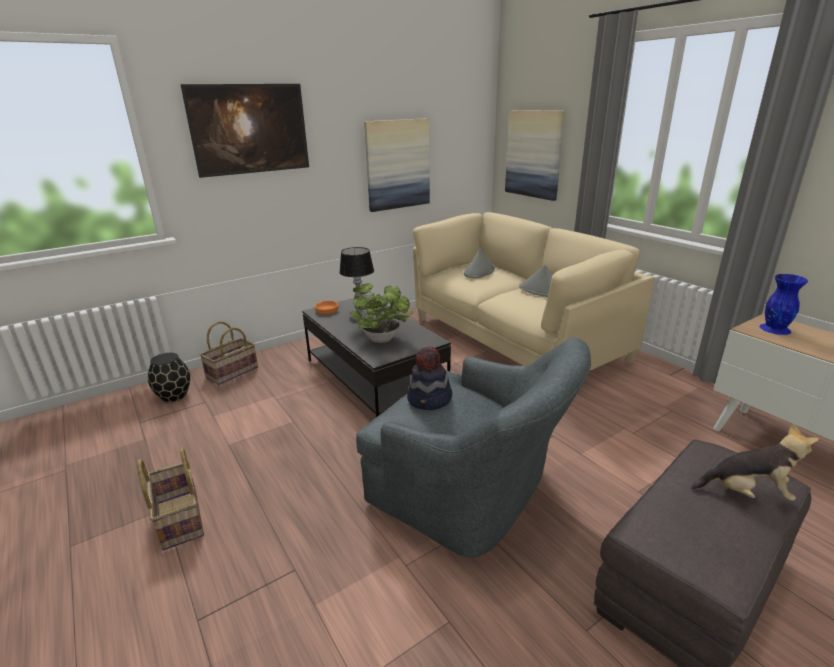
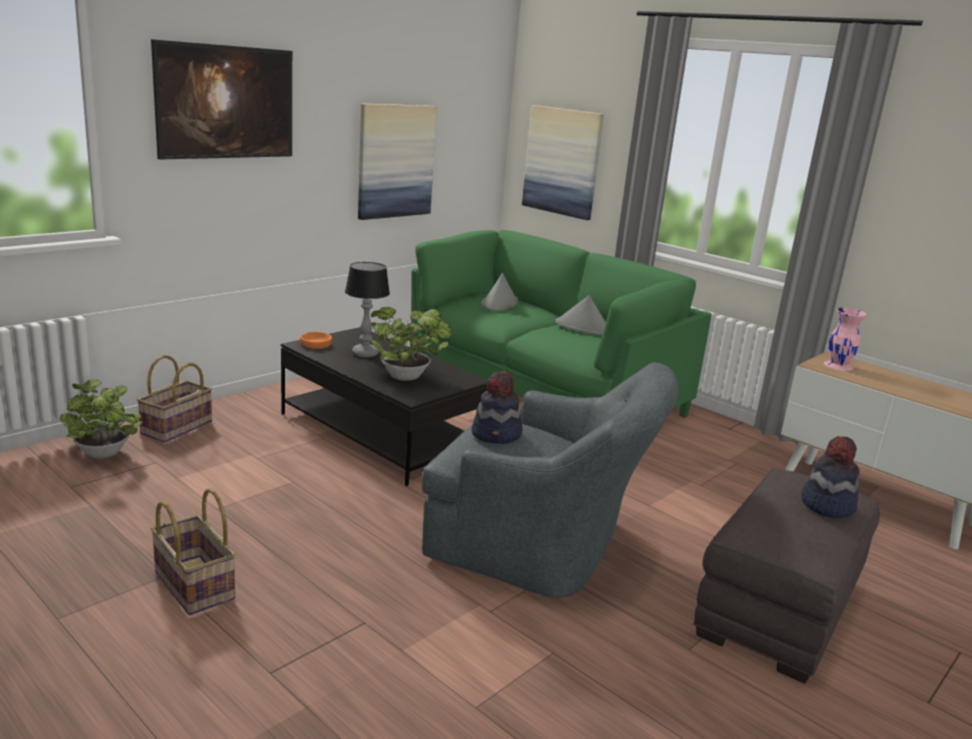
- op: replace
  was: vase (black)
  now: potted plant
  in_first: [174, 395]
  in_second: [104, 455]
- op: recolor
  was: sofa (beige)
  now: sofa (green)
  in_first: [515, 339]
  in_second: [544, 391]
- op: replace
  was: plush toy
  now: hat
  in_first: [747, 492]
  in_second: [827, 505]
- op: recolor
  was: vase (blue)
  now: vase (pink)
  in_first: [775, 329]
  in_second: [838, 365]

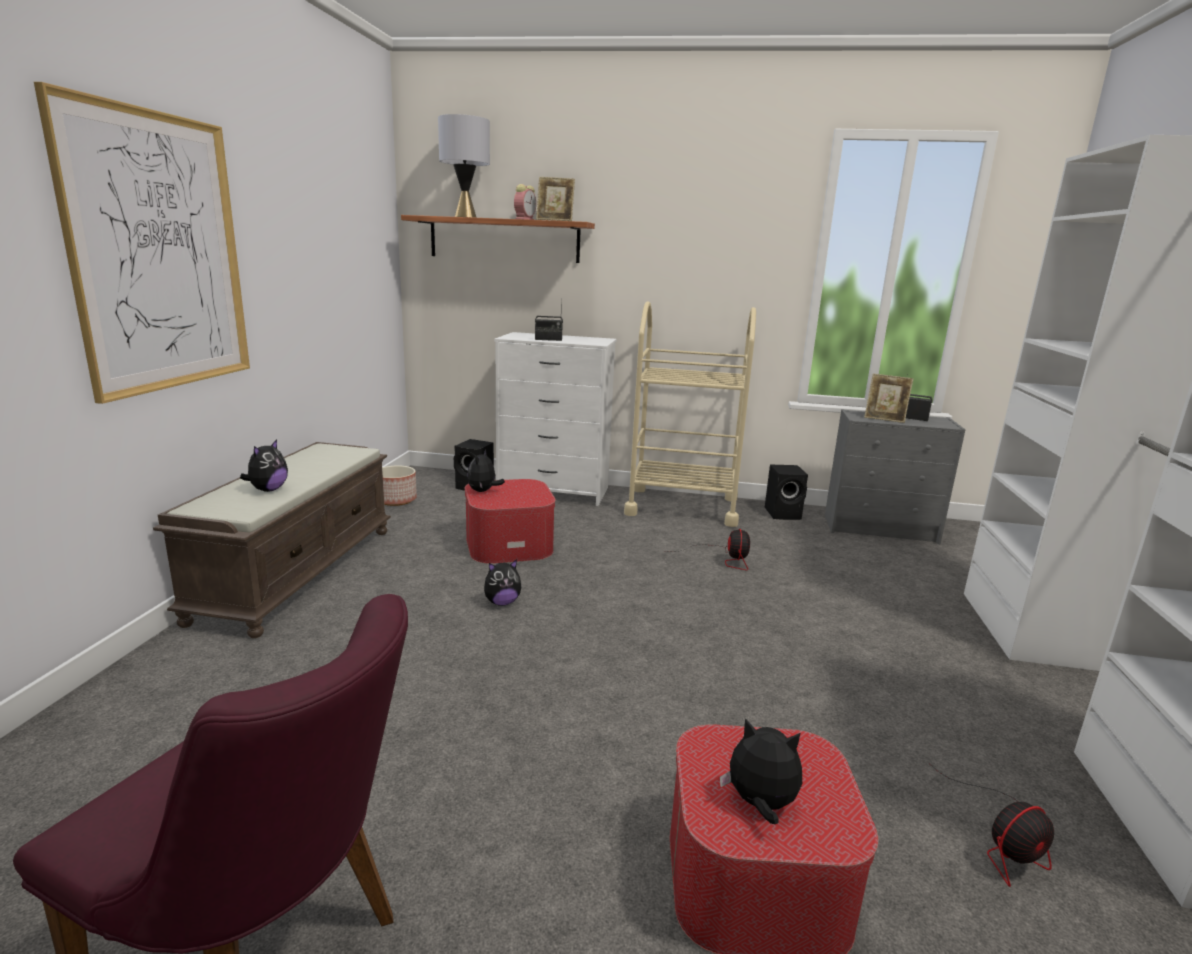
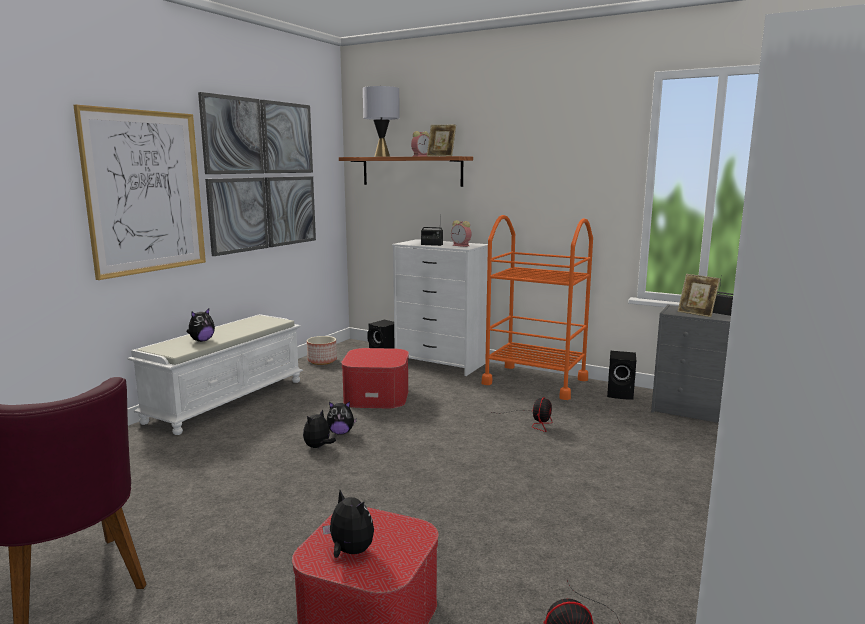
- op: recolor
  was: bench (brown)
  now: bench (white)
  in_first: [297, 571]
  in_second: [226, 400]
- op: insert
  now: picture
  in_second: [263, 175]
- op: move
  was: plush toy
  in_first: [483, 491]
  in_second: [318, 447]
- op: insert
  now: alarm clock
  in_second: [461, 245]
- op: recolor
  was: cart (beige)
  now: cart (orange)
  in_first: [682, 506]
  in_second: [535, 381]

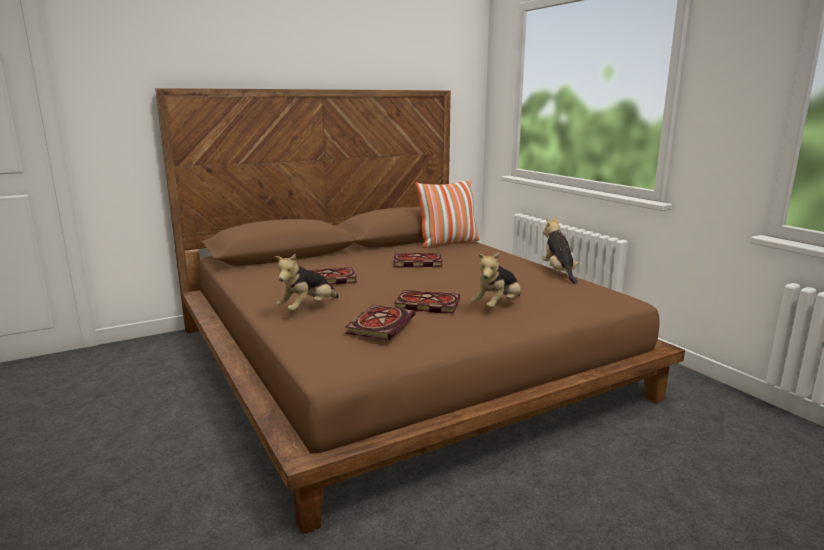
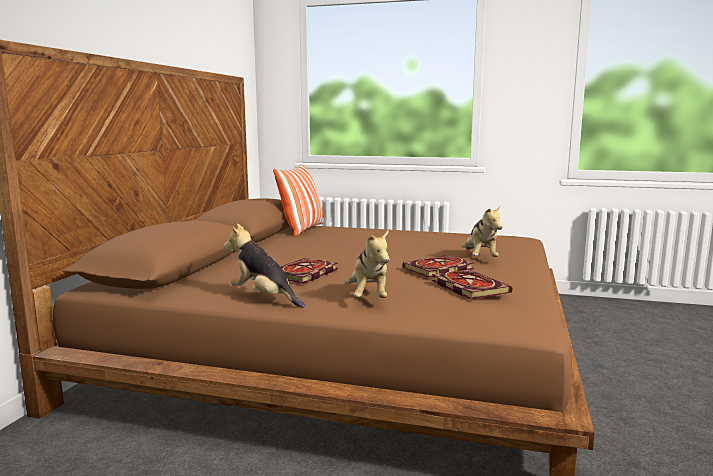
- op: move
  was: plush toy
  in_first: [559, 273]
  in_second: [264, 298]
- op: delete
  was: book
  in_first: [416, 262]

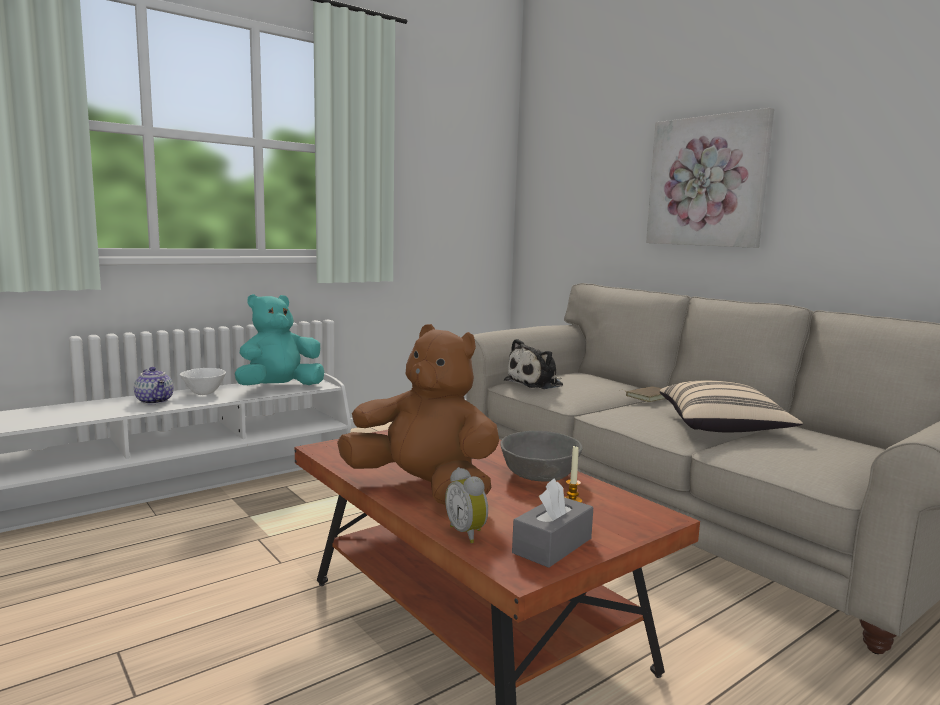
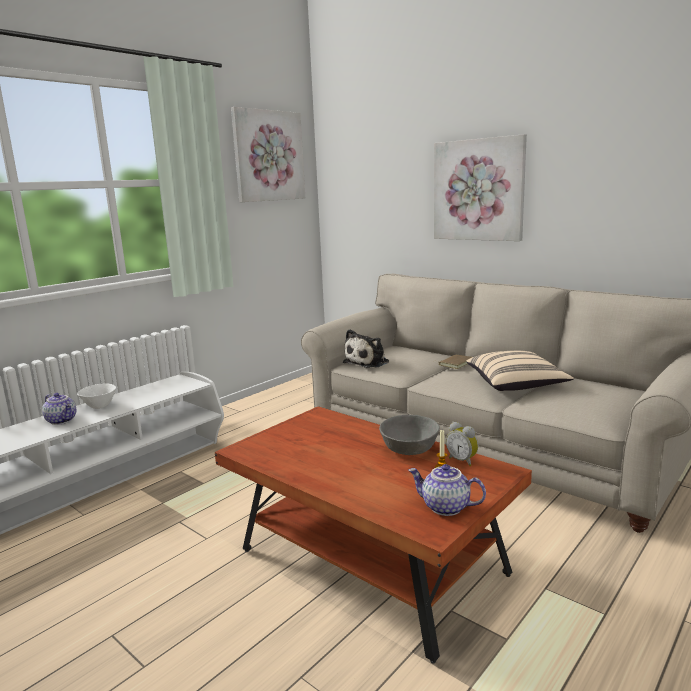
- op: insert
  now: picture
  in_second: [268, 156]
- op: replace
  was: tissue box (grey)
  now: teapot
  in_first: [552, 546]
  in_second: [445, 507]
- op: move
  was: alarm clock
  in_first: [468, 533]
  in_second: [462, 460]
- op: delete
  was: plush toy (turquoise)
  in_first: [279, 388]
- op: delete
  was: plush toy (brown)
  in_first: [423, 489]

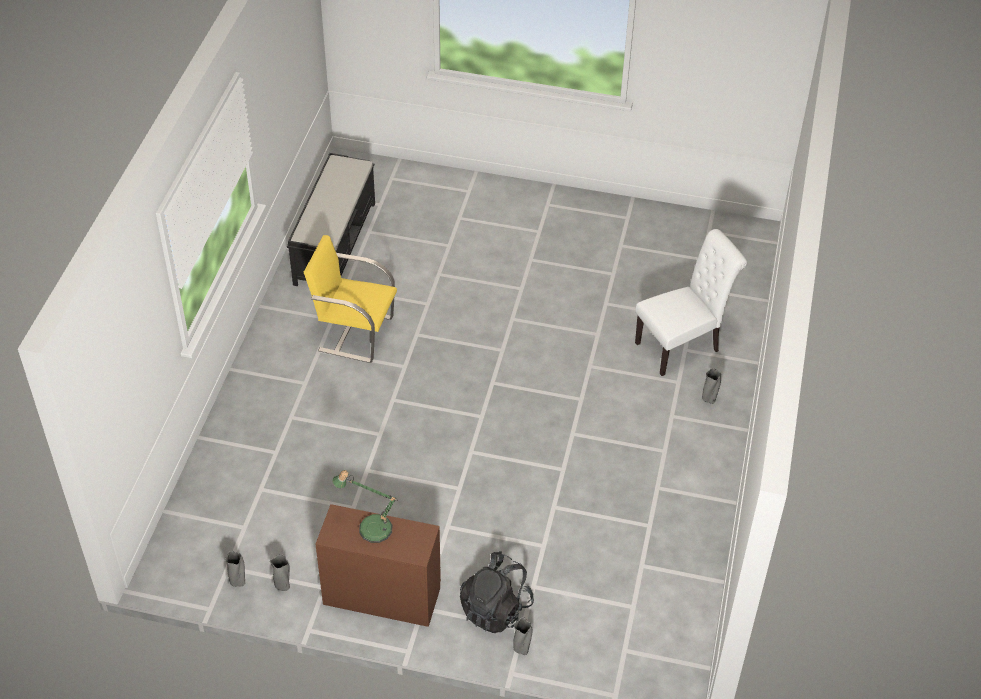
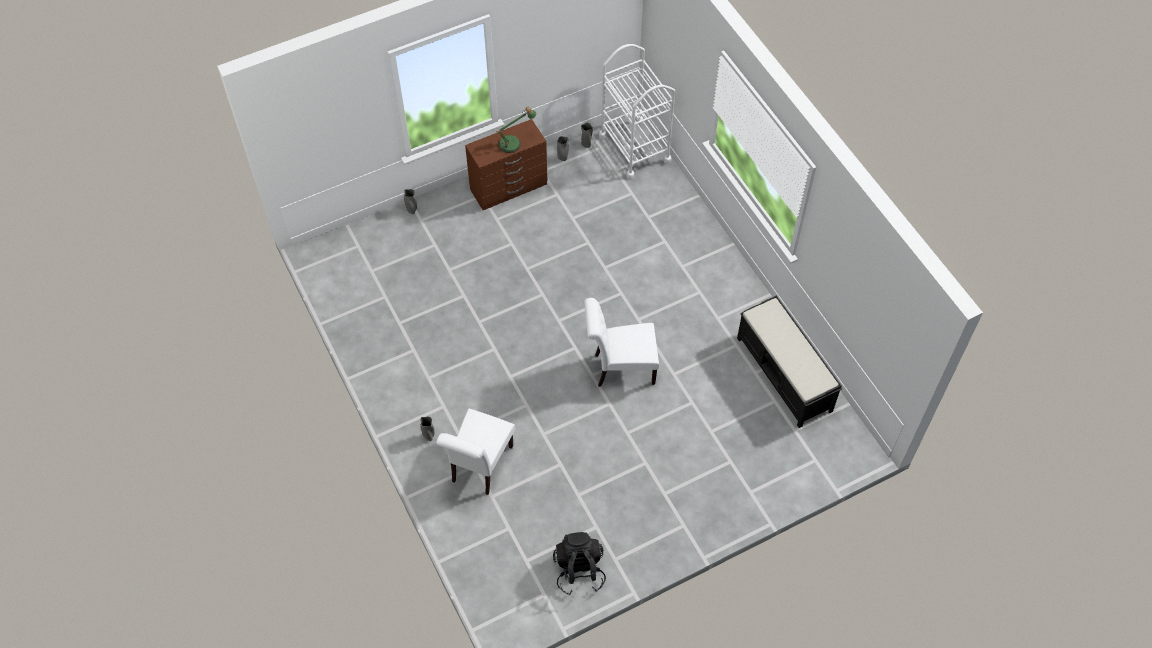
- op: move
  was: backpack (black)
  in_first: [496, 609]
  in_second: [579, 570]
- op: insert
  now: chair (white)
  in_second: [620, 368]
- op: insert
  now: cart (white)
  in_second: [634, 149]
- op: delete
  was: chair (yellow)
  in_first: [354, 333]

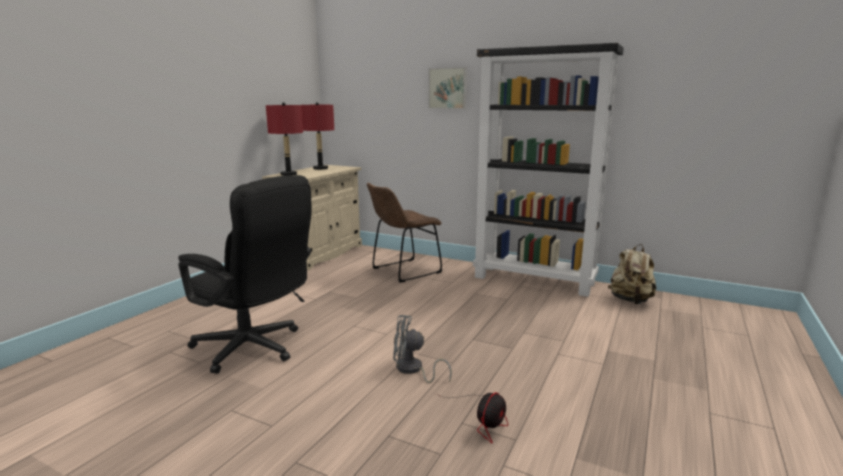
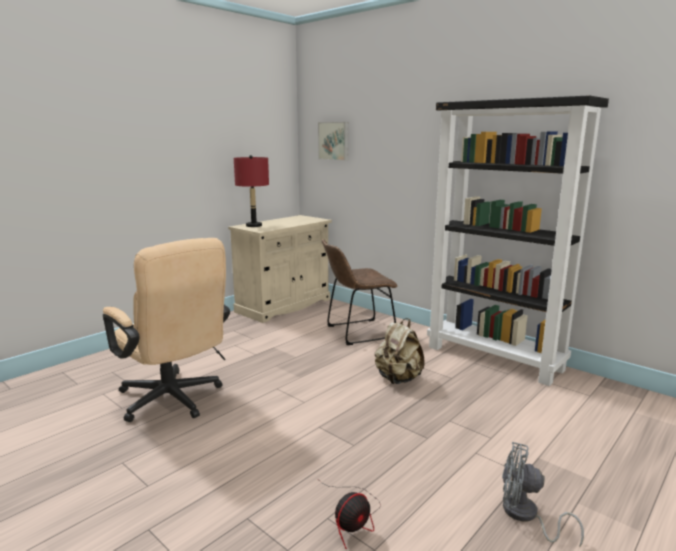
- op: recolor
  was: office chair (black)
  now: office chair (beige)
  in_first: [254, 349]
  in_second: [174, 401]
- op: move
  was: picture
  in_first: [448, 88]
  in_second: [334, 141]
- op: move
  was: backpack (beige)
  in_first: [630, 300]
  in_second: [398, 379]
- op: move
  was: fan (grey)
  in_first: [413, 370]
  in_second: [525, 516]
- op: delete
  was: table lamp (red)
  in_first: [320, 168]

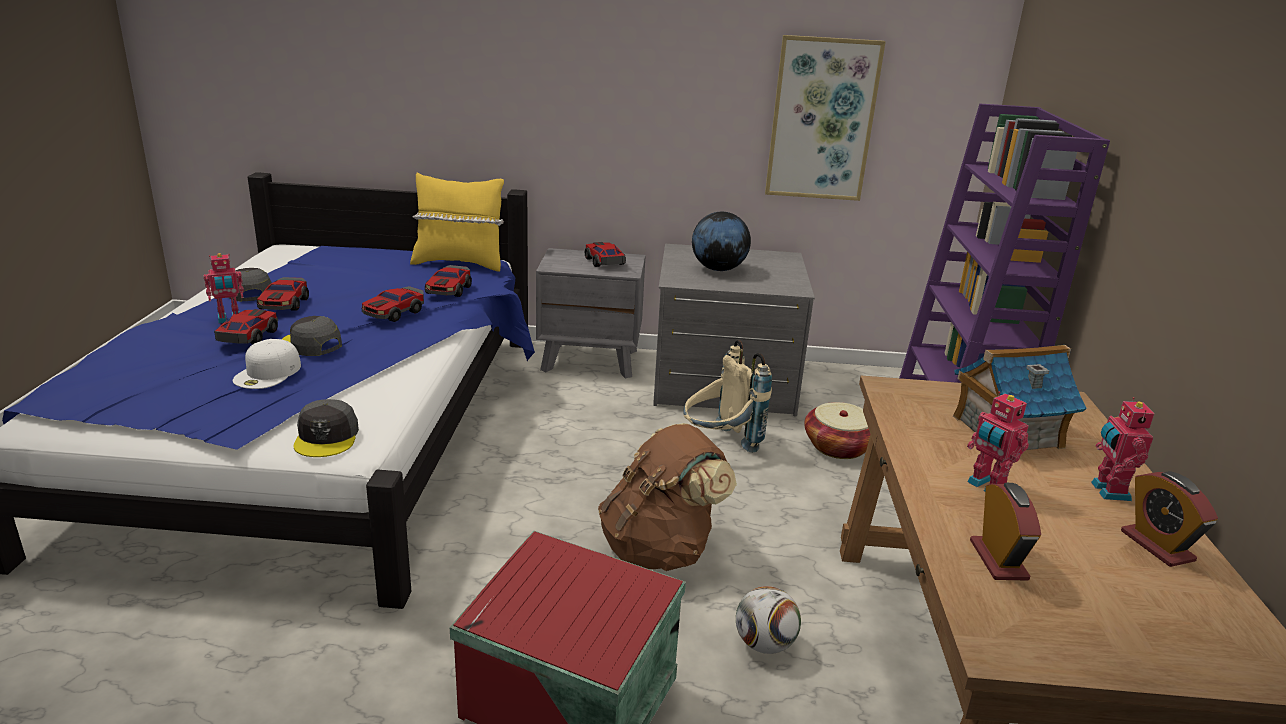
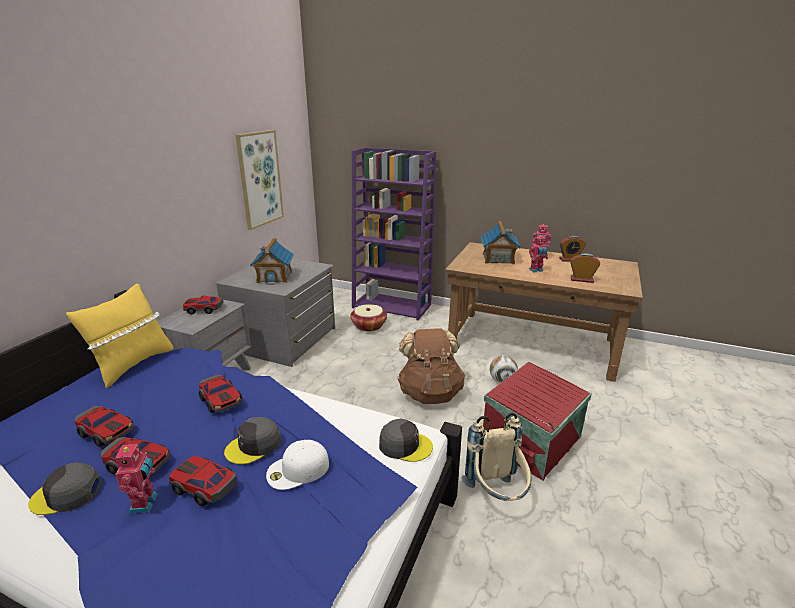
- op: move
  was: toy car
  in_first: [449, 290]
  in_second: [106, 431]
- op: replace
  was: globe
  now: toy house
  in_first: [718, 269]
  in_second: [275, 277]
- op: rotate
  was: cap (white)
  in_first: [268, 373]
  in_second: [297, 470]
  clockwise: 120
- op: move
  was: backpack (beige)
  in_first: [719, 444]
  in_second: [497, 496]

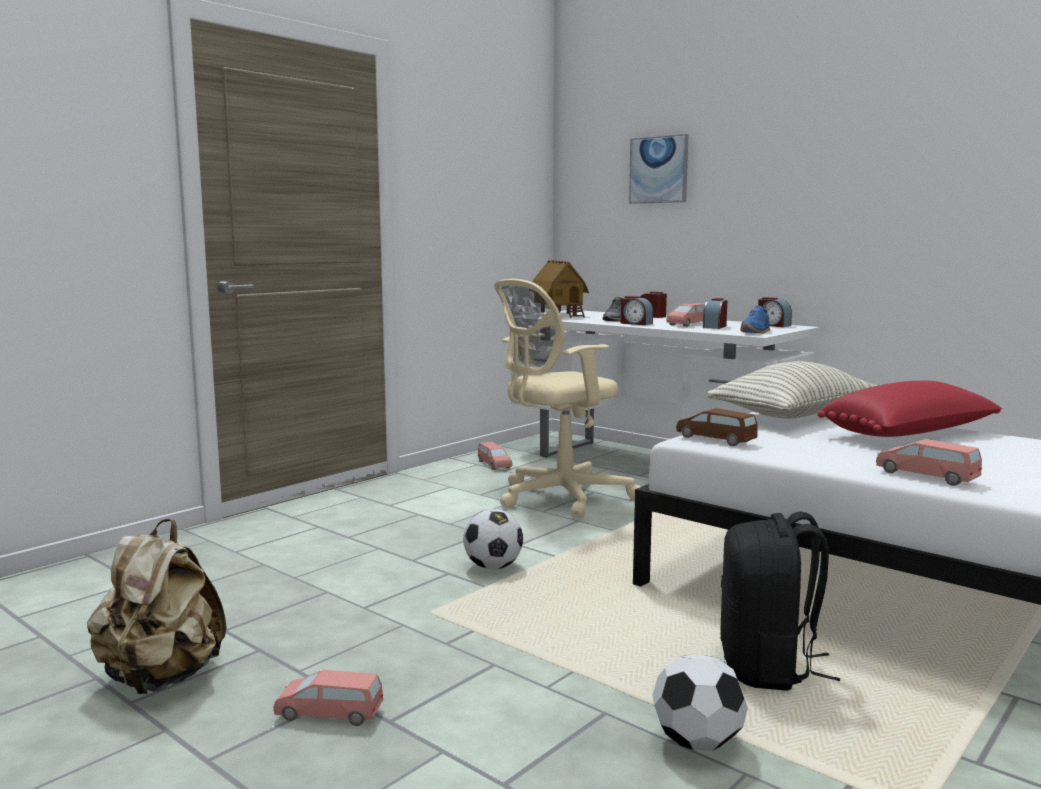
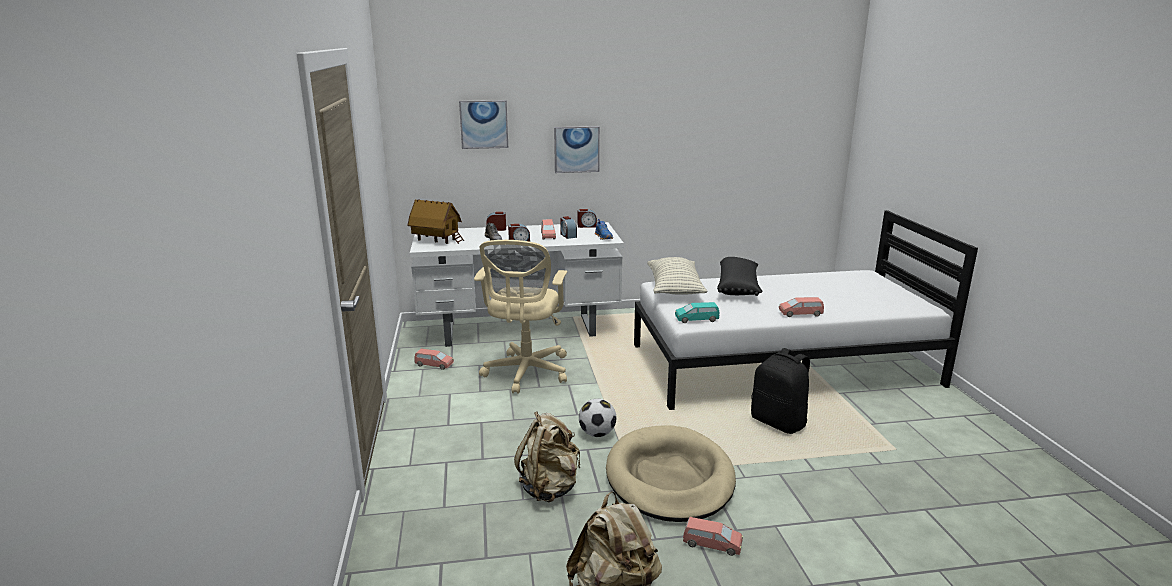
- op: insert
  now: backpack (beige)
  in_second: [550, 488]
- op: insert
  now: picture
  in_second: [576, 149]
- op: insert
  now: dog bed (beige)
  in_second: [669, 478]
- op: recolor
  was: toy car (brown)
  now: toy car (turquoise)
  in_first: [716, 439]
  in_second: [696, 319]
- op: rotate
  was: toy car (pink)
  in_first: [329, 713]
  in_second: [712, 544]
  clockwise: -120
- op: recolor
  was: pillow (red)
  now: pillow (black)
  in_first: [910, 435]
  in_second: [738, 288]
- op: delete
  was: football
  in_first: [697, 743]

